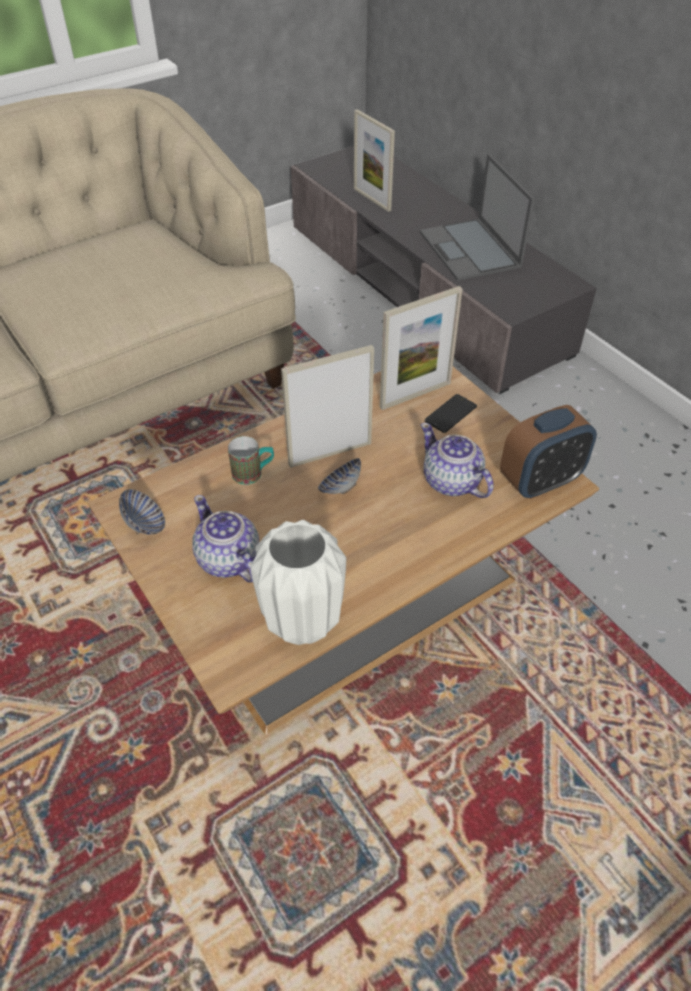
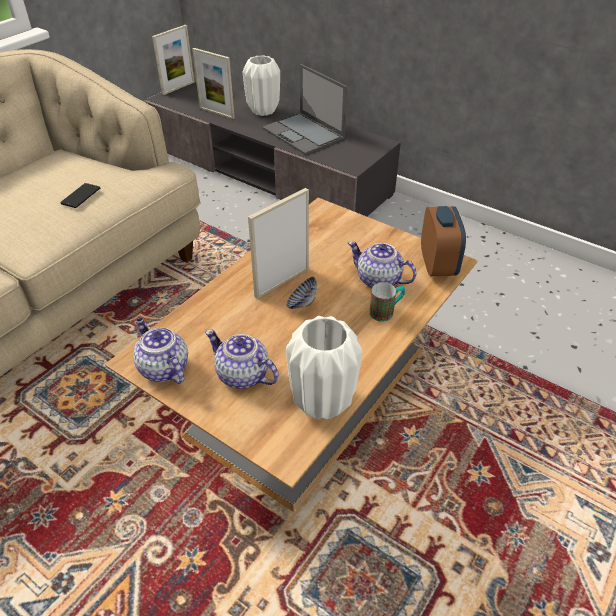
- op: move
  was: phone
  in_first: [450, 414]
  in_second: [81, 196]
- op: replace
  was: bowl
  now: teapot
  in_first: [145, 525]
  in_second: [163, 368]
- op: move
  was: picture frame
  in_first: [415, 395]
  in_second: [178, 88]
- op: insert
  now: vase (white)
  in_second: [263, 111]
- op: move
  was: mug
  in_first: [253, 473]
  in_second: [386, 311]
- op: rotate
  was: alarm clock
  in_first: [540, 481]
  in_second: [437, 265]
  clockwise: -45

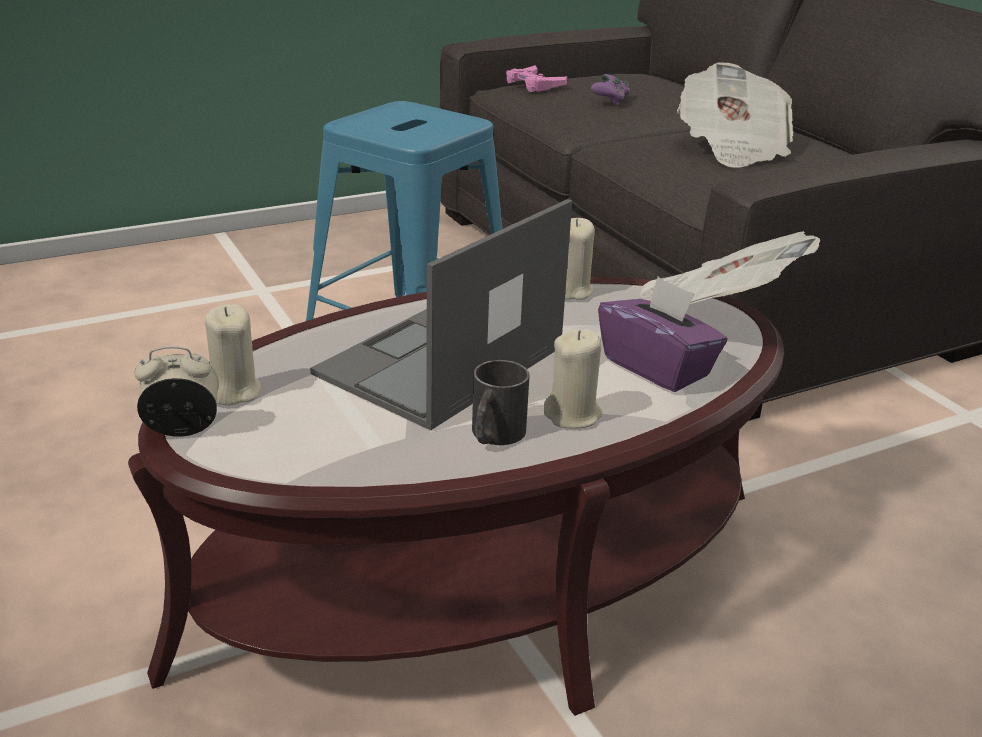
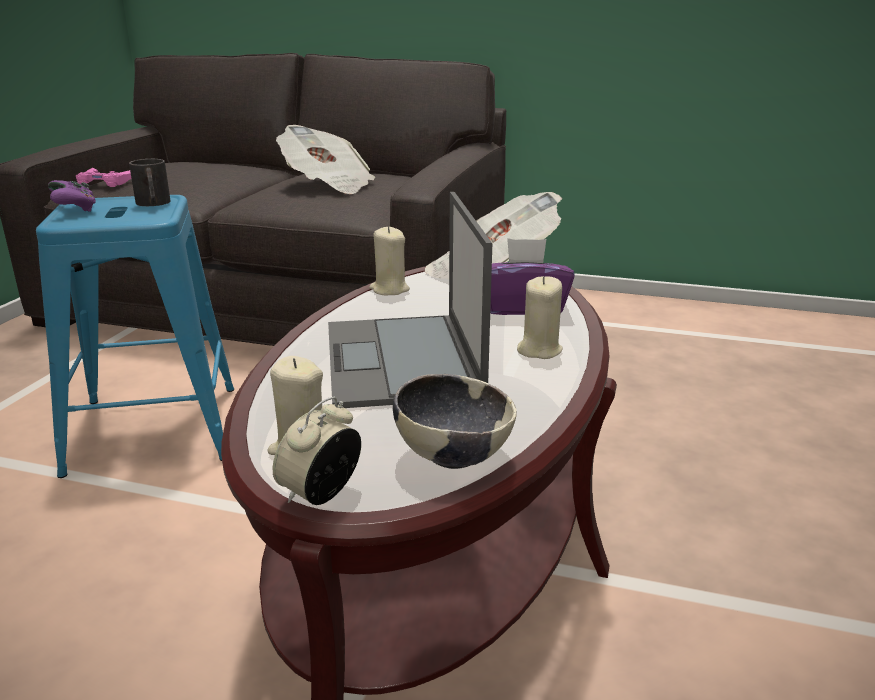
- op: move
  was: game controller (purple)
  in_first: [610, 101]
  in_second: [74, 209]
- op: move
  was: mug (black)
  in_first: [494, 436]
  in_second: [153, 204]
- op: insert
  now: bowl
  in_second: [453, 455]

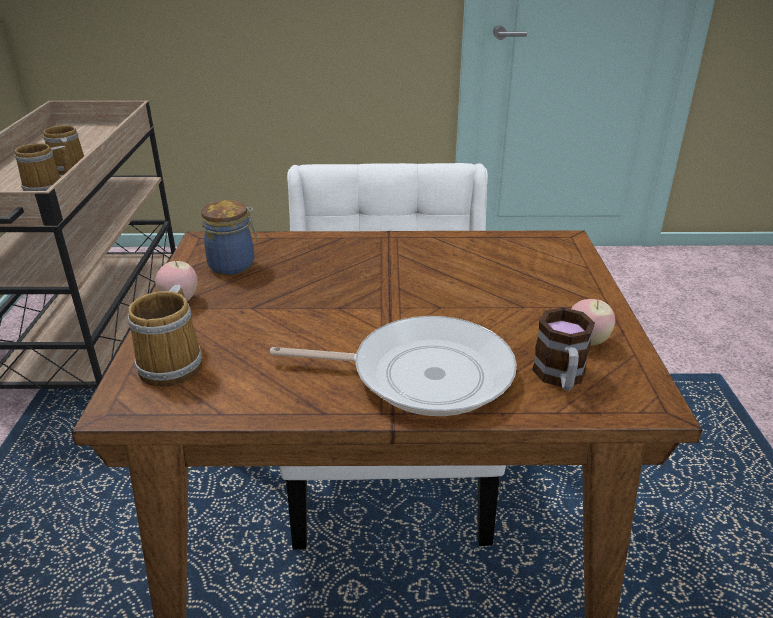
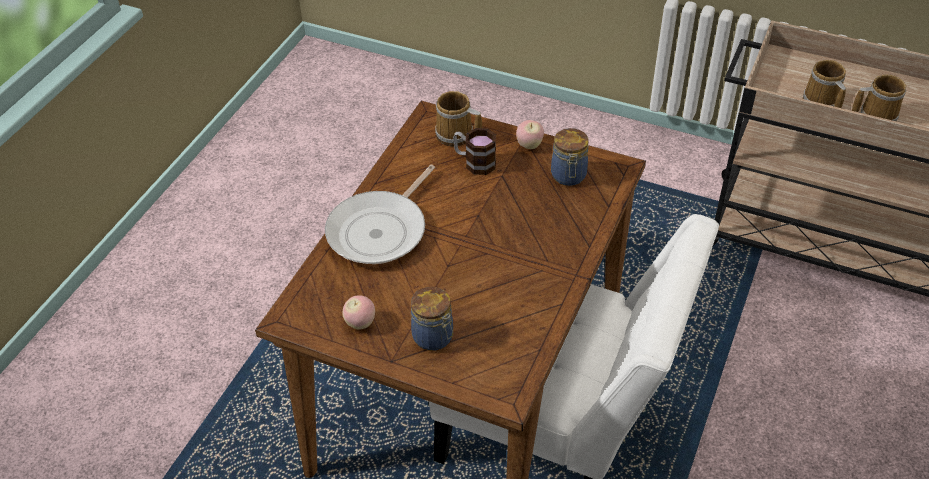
- op: insert
  now: jar
  in_second: [434, 338]
- op: move
  was: mug
  in_first: [560, 378]
  in_second: [474, 162]

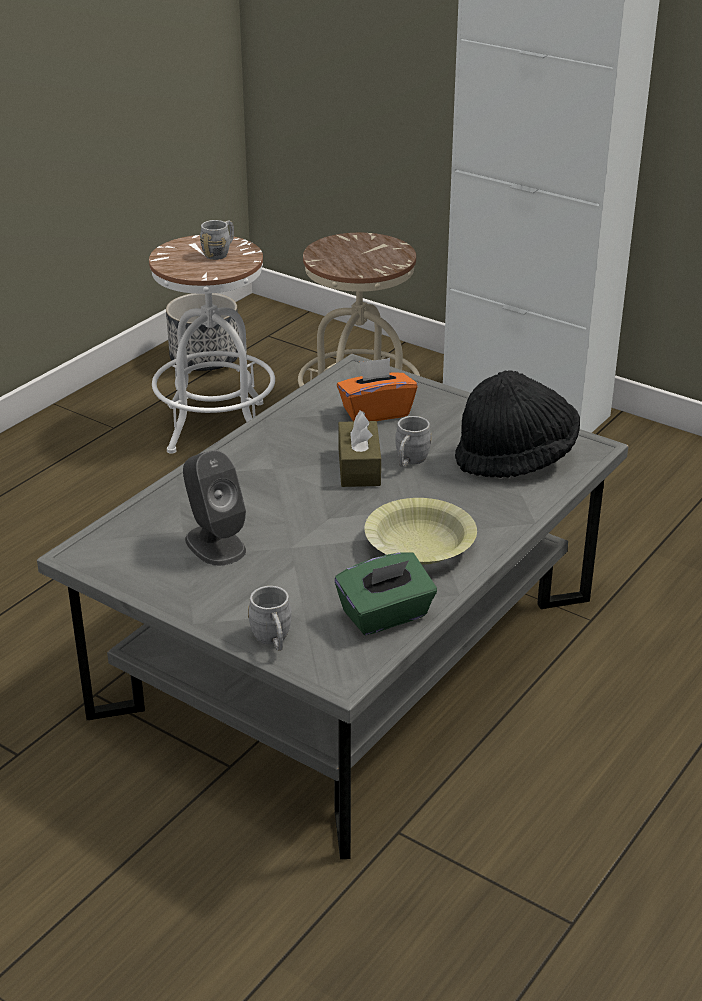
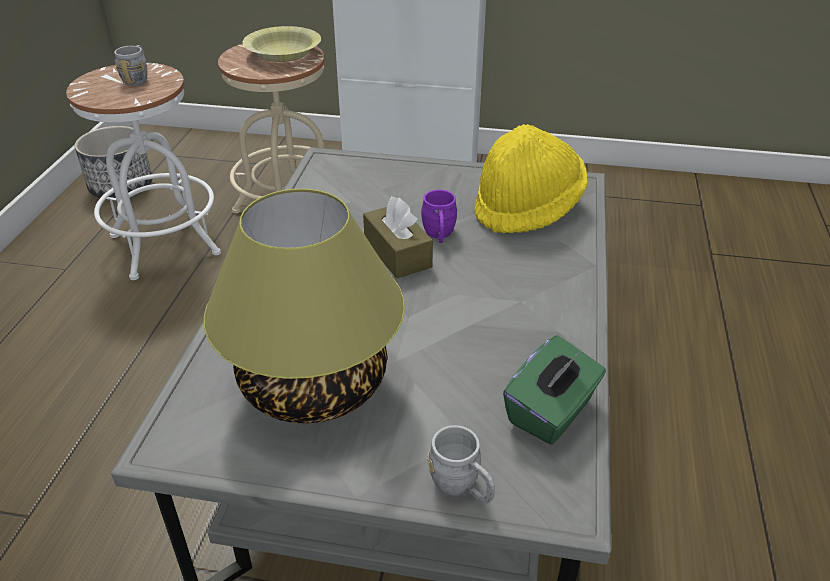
- op: replace
  was: speaker (grey)
  now: table lamp
  in_first: [215, 544]
  in_second: [313, 383]
- op: move
  was: bowl (yellow)
  in_first: [419, 546]
  in_second: [283, 54]
- op: recolor
  was: mug (grey)
  now: mug (purple)
  in_first: [409, 461]
  in_second: [439, 235]
- op: recolor
  was: hat (black)
  now: hat (yellow)
  in_first: [516, 458]
  in_second: [527, 208]
- op: delete
  was: tissue box (orange)
  in_first: [376, 412]

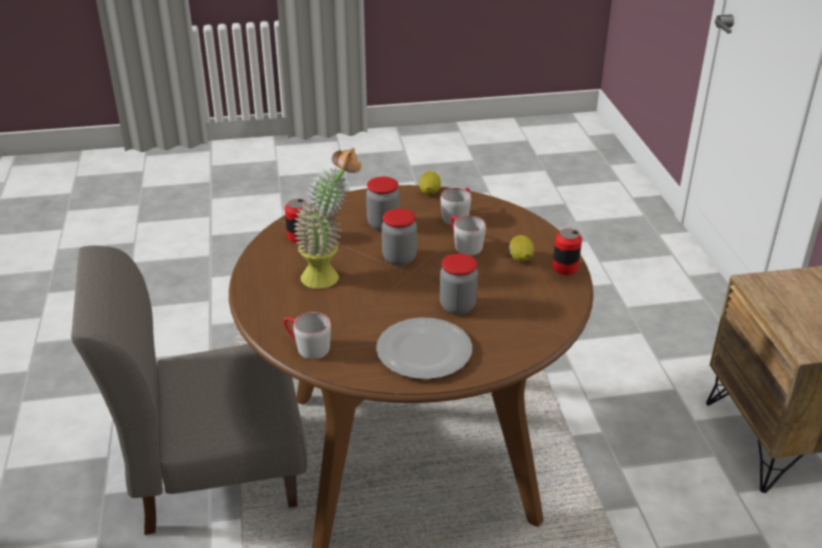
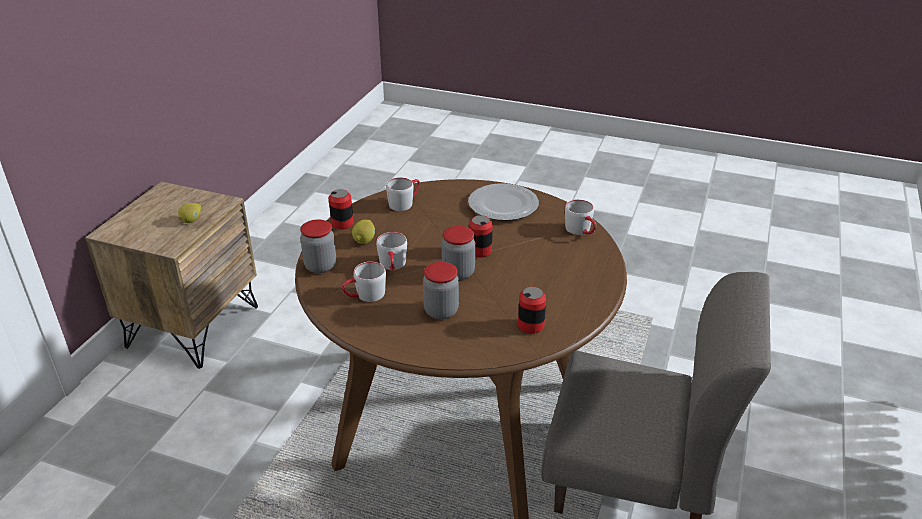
- op: move
  was: lemon
  in_first: [429, 193]
  in_second: [191, 220]
- op: move
  was: jar
  in_first: [457, 306]
  in_second: [320, 266]
- op: insert
  now: mug (grey)
  in_second: [405, 203]
- op: insert
  now: can
  in_second: [480, 251]
- op: delete
  was: potted plant
  in_first: [330, 275]

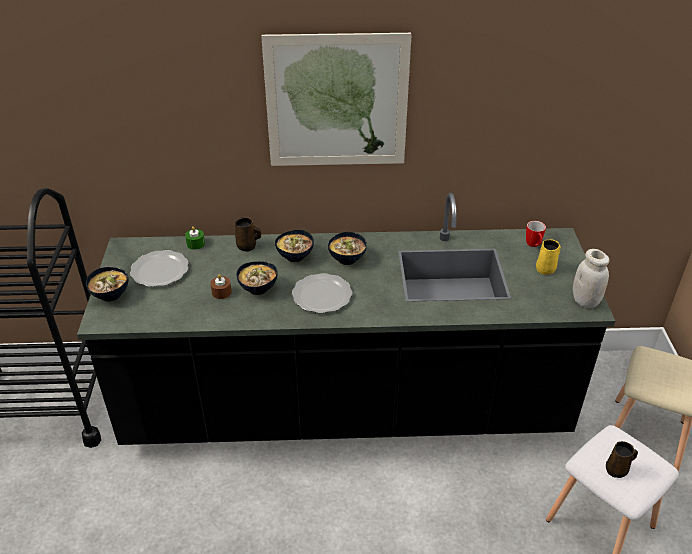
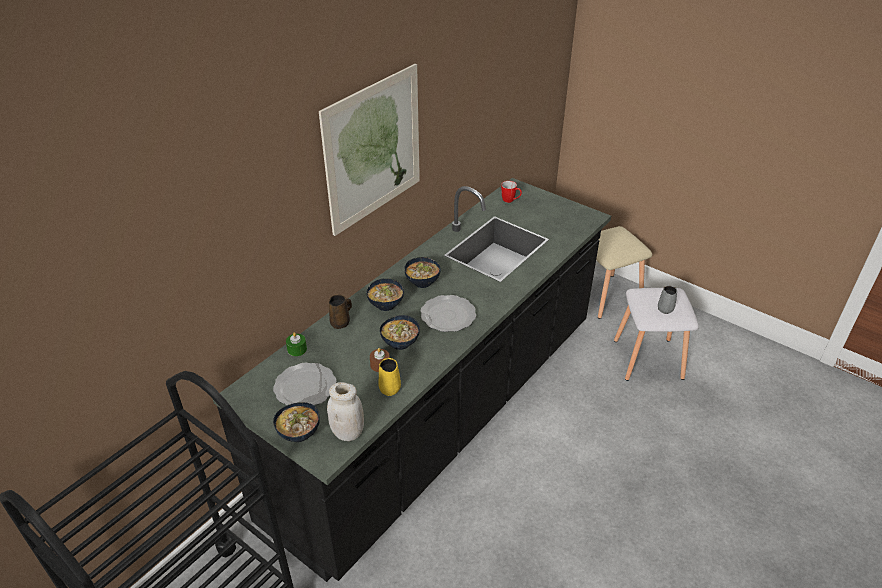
- op: move
  was: jar (white)
  in_first: [585, 301]
  in_second: [348, 433]
- op: move
  was: mug (yellow)
  in_first: [546, 269]
  in_second: [390, 387]
- op: recolor
  was: mug (brown)
  now: mug (grey)
  in_first: [617, 470]
  in_second: [665, 308]

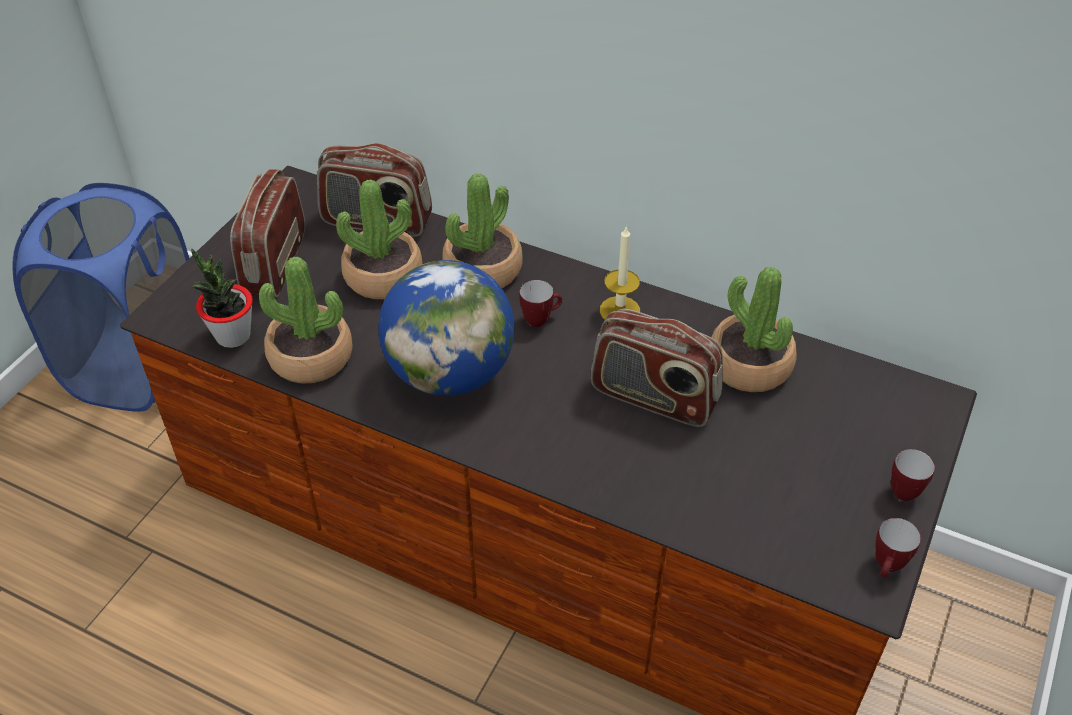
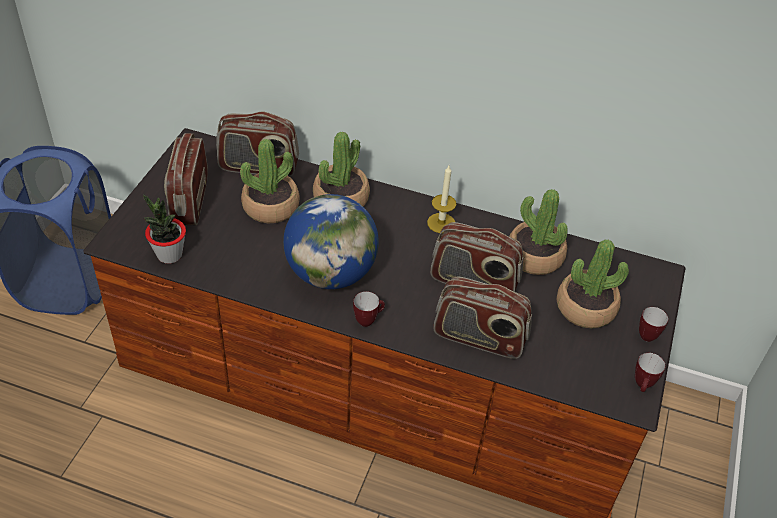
- op: move
  was: mug
  in_first: [540, 319]
  in_second: [368, 320]
- op: insert
  now: radio
  in_second: [479, 338]
- op: move
  was: potted plant
  in_first: [311, 357]
  in_second: [585, 308]

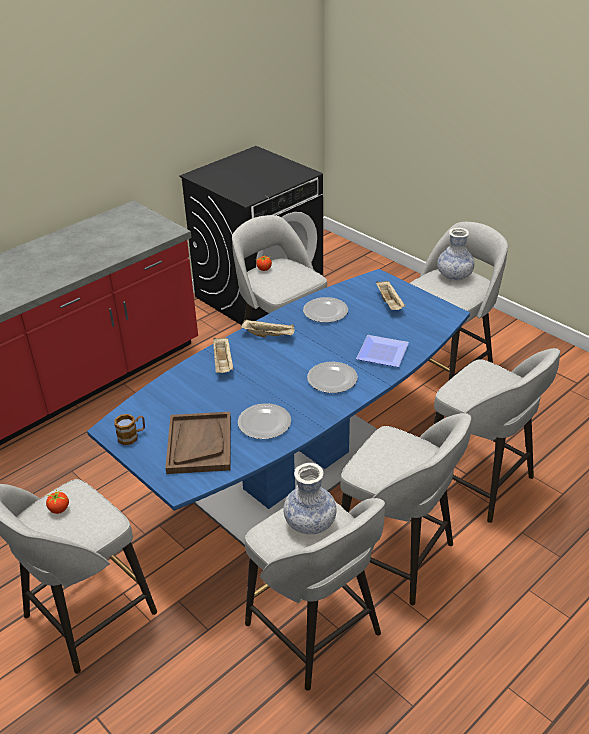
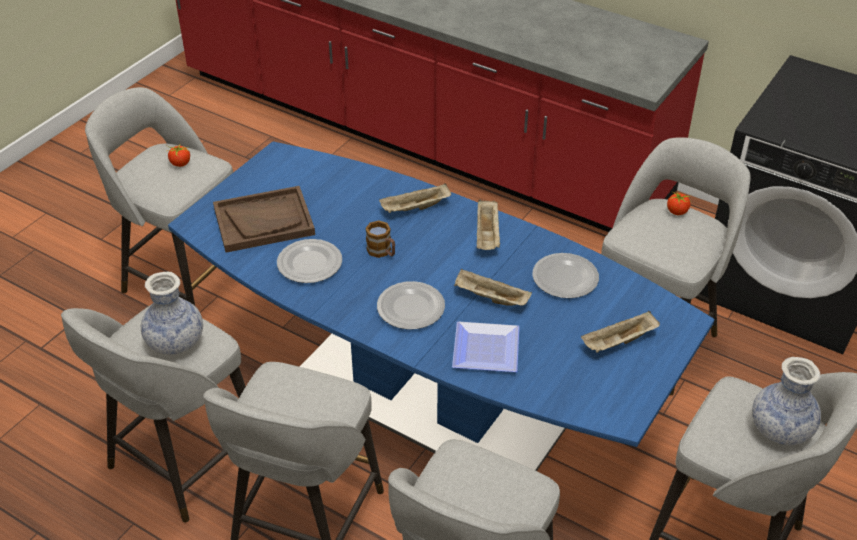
- op: move
  was: mug
  in_first: [132, 436]
  in_second: [382, 252]
- op: insert
  now: tray (beige)
  in_second: [490, 298]

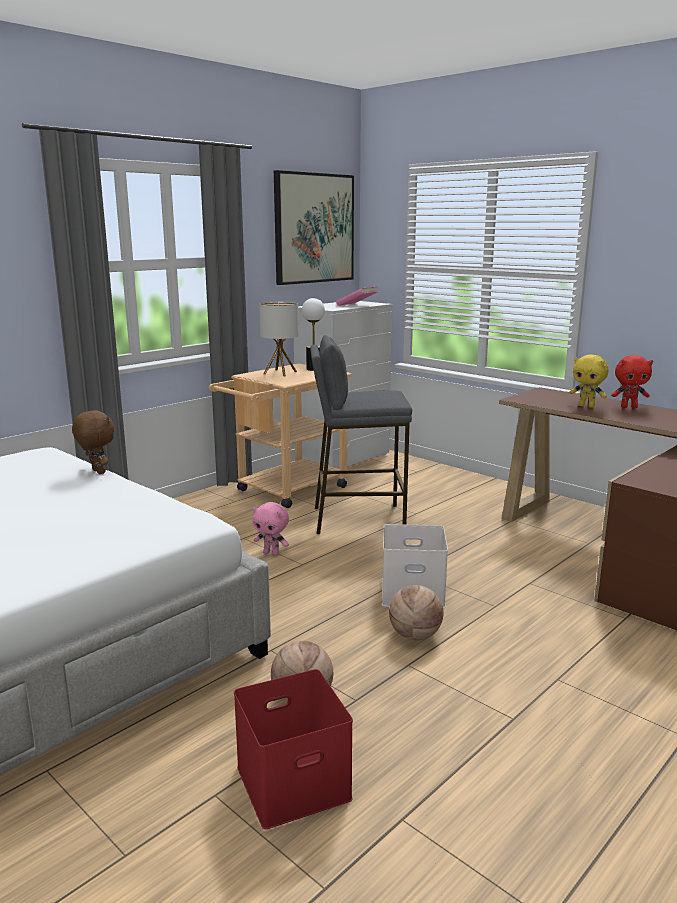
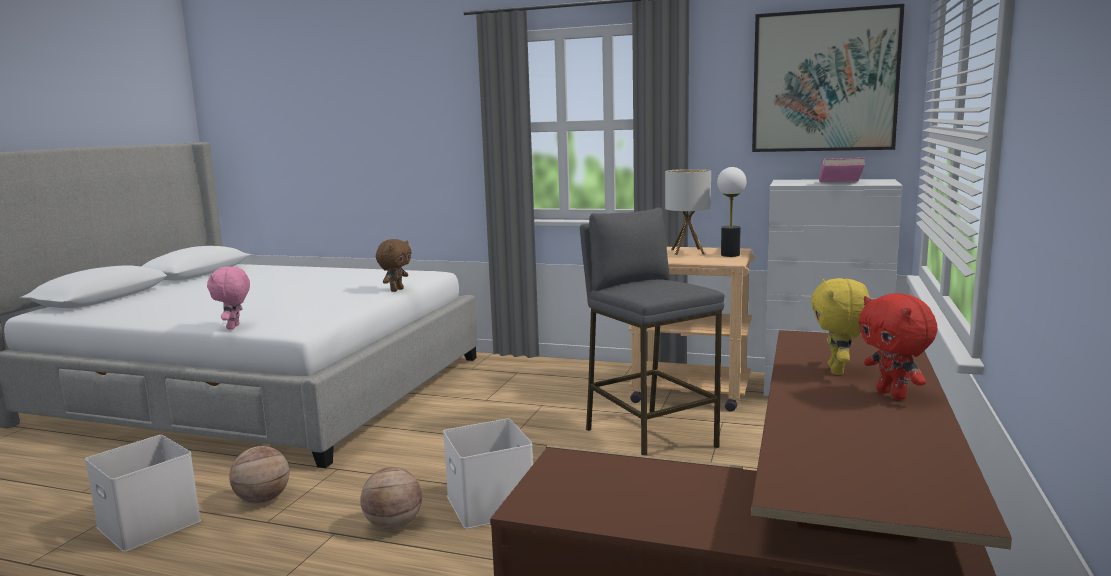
- op: recolor
  was: storage box (red)
  now: storage box (white)
  in_first: [292, 784]
  in_second: [146, 524]
- op: move
  was: plush toy (pink)
  in_first: [272, 553]
  in_second: [234, 327]

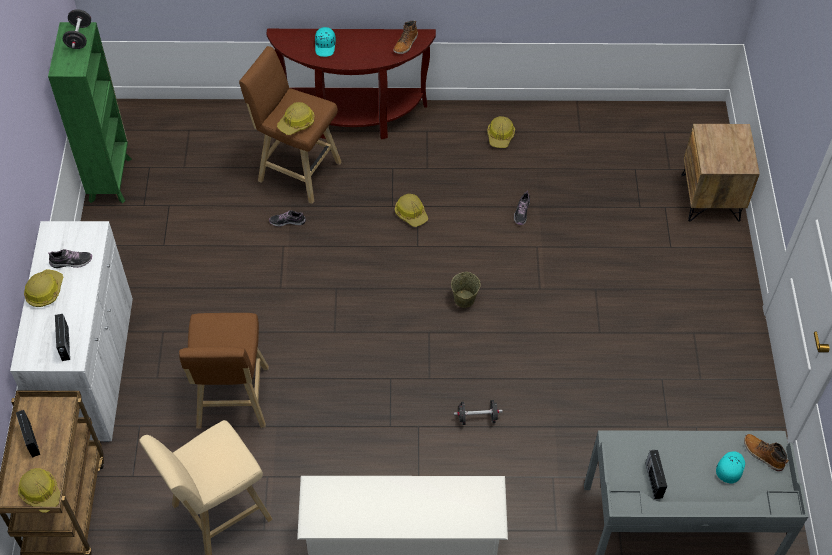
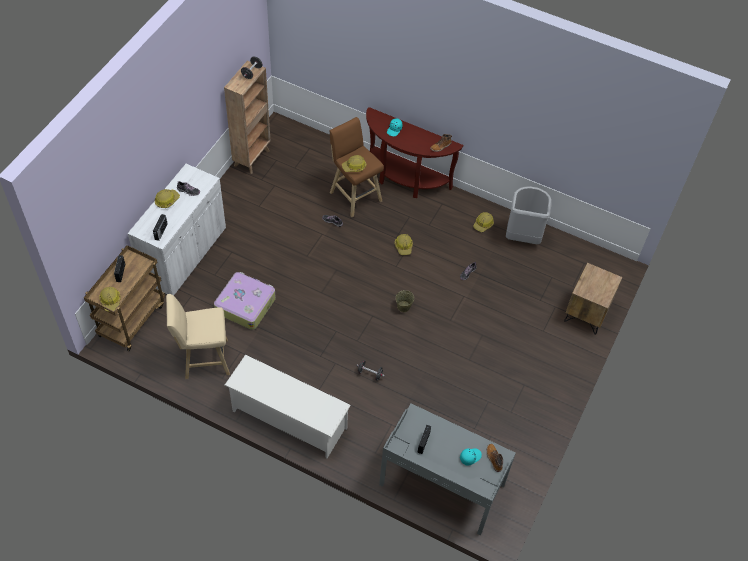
- op: replace
  was: stool (brown)
  now: suitcase
  in_first: [232, 401]
  in_second: [245, 304]
- op: recolor
  was: bookcase (green)
  now: bookcase (brown)
  in_first: [111, 178]
  in_second: [252, 157]
- op: insert
  now: trash can (grey)
  in_second: [522, 237]

